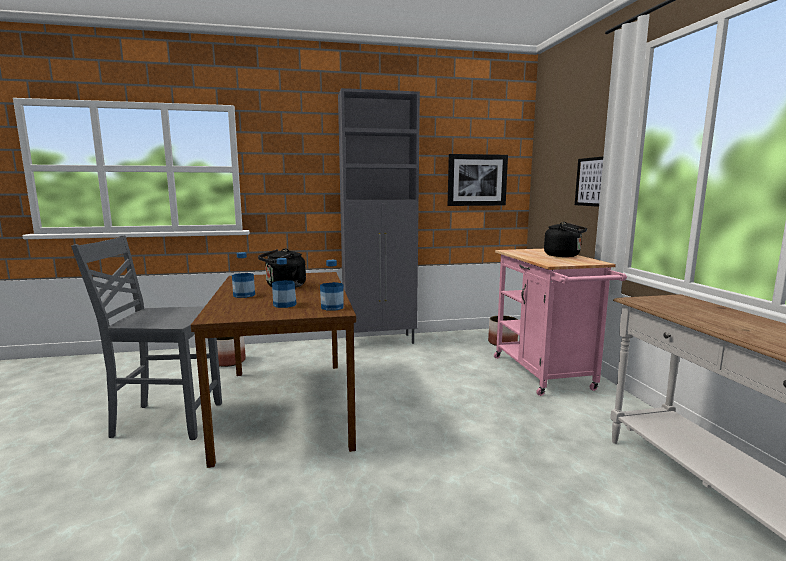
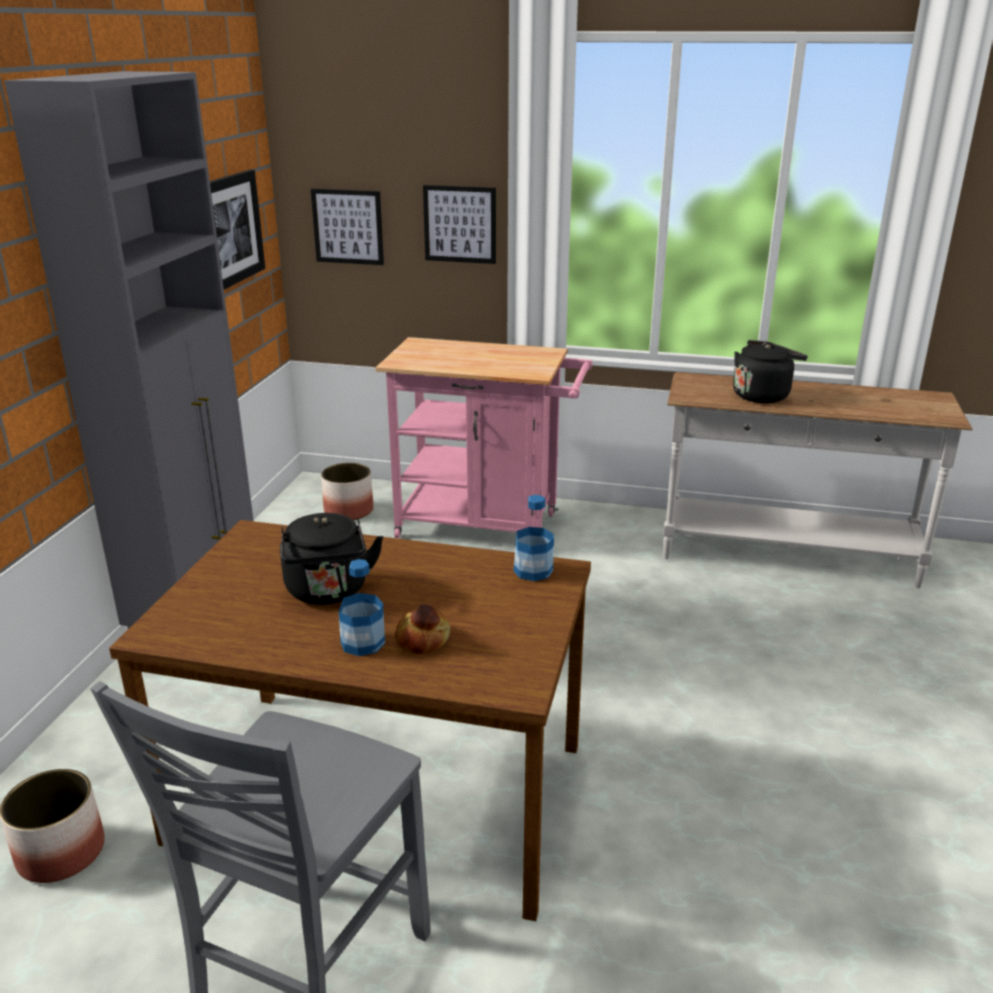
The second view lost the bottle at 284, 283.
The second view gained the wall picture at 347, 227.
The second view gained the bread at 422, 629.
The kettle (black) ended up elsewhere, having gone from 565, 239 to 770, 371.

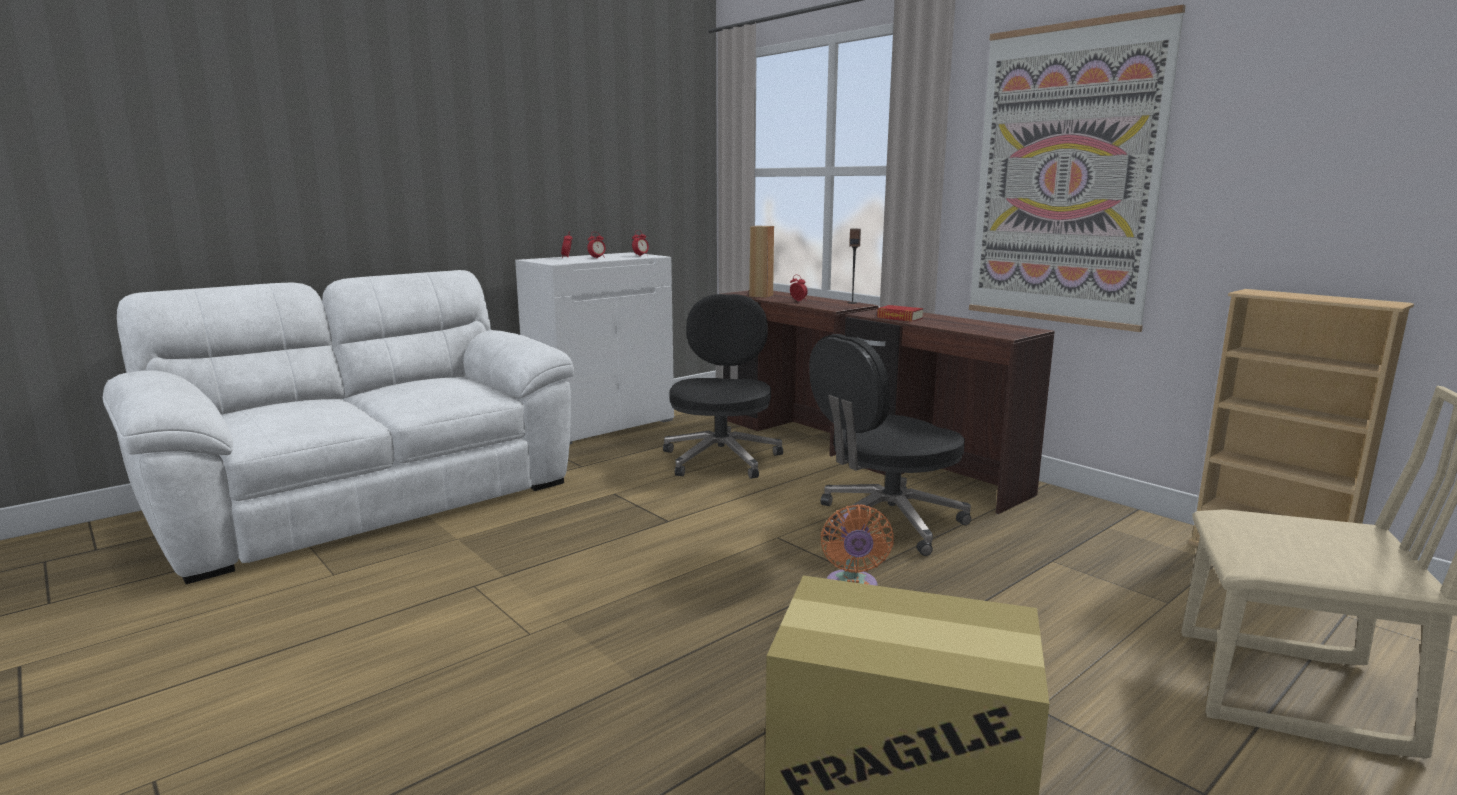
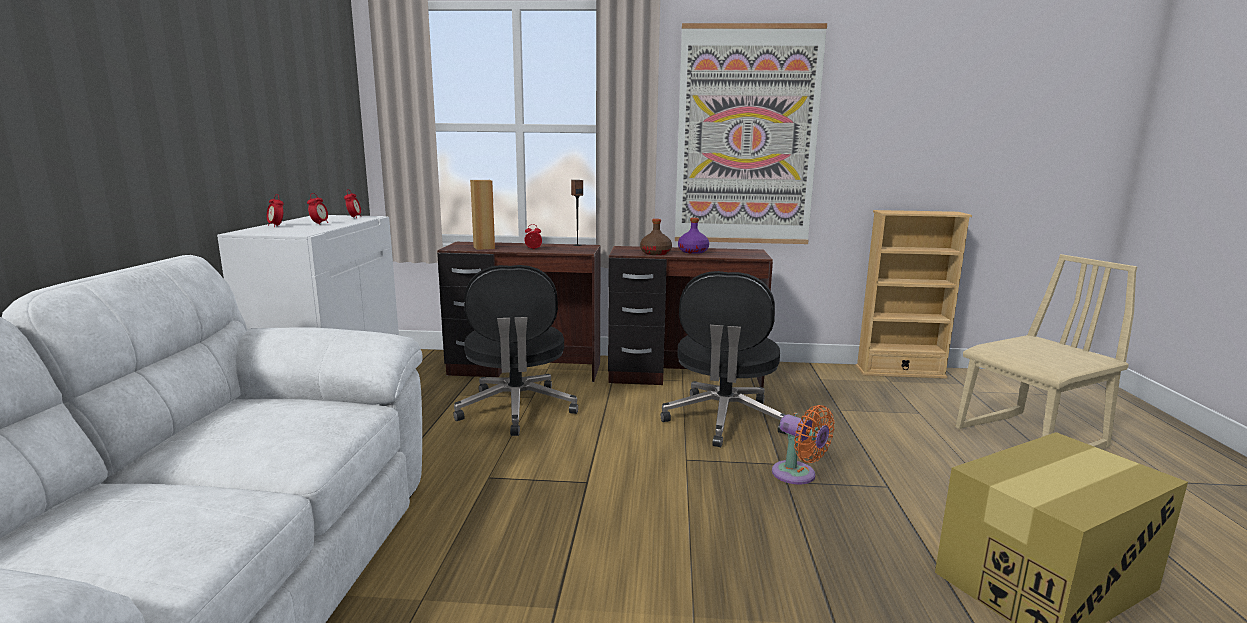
The second view gained the bottle (purplish) at 693, 236.
Where the volume stood at 900, 313, the bottle (brown-coloured) came to stand at 656, 237.
The office chair (black) at 723, 386 ended up facing another way, 150 degrees counterclockwise from before.

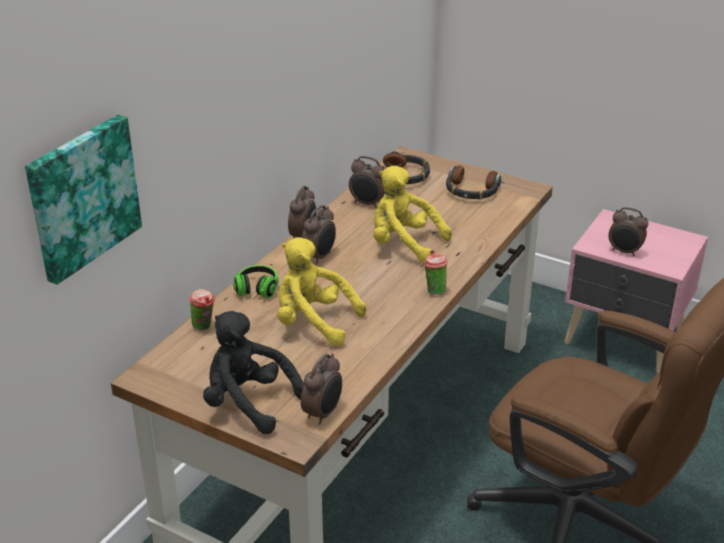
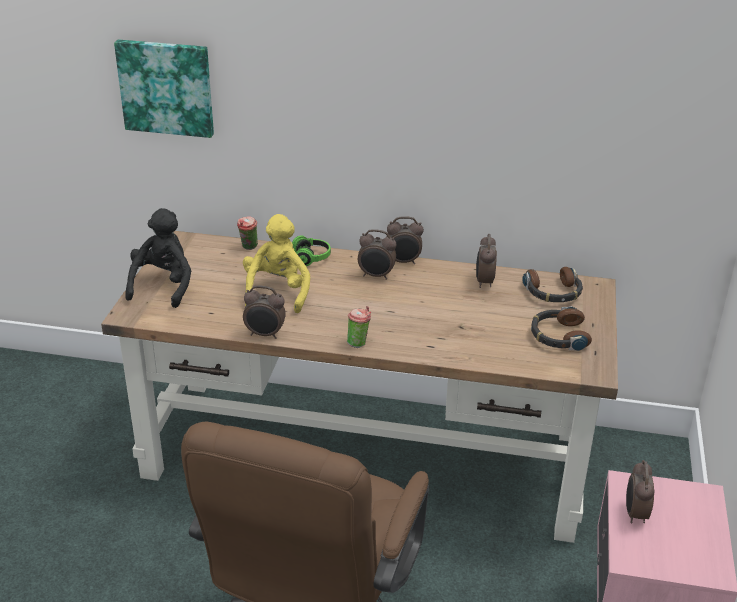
The second view lost the plush toy (yellowish) at 412, 214.
The alarm clock ended up elsewhere, having gone from 321, 389 to 264, 312.

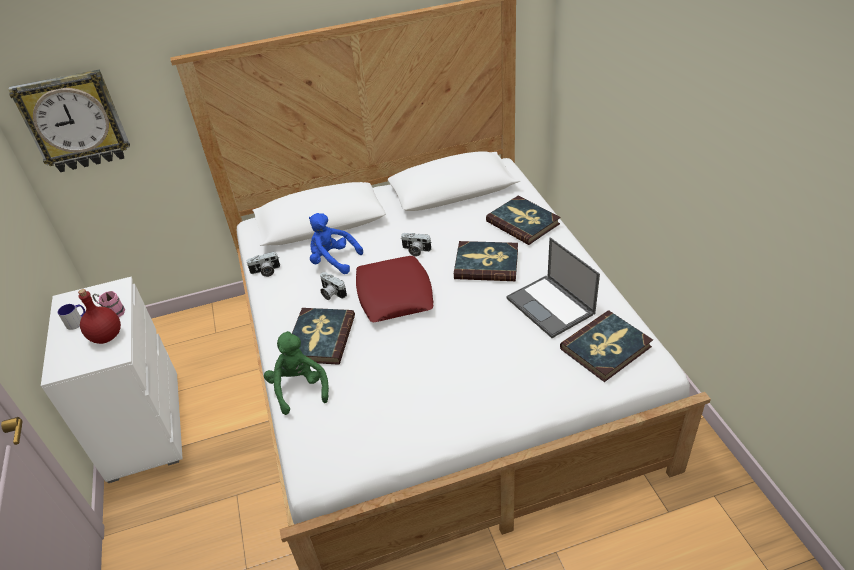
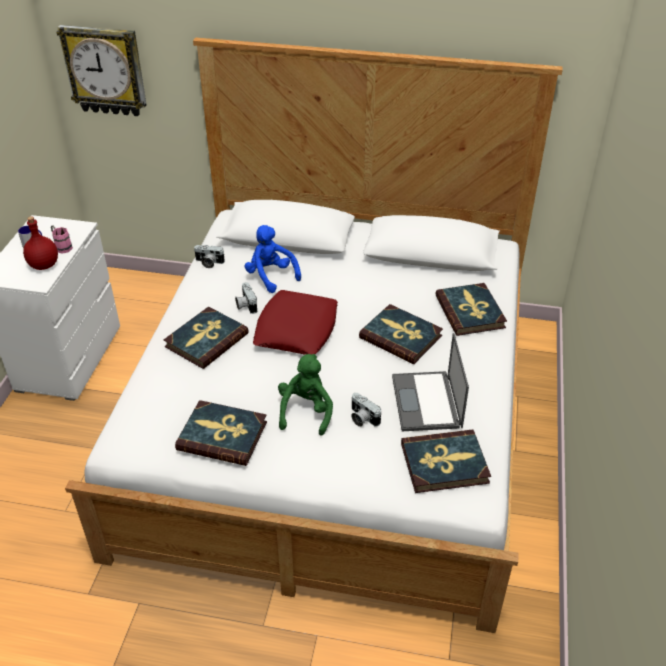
The second view gained the volume at 221, 433.
The plush toy (green) ended up elsewhere, having gone from 296, 373 to 305, 395.
The photo camera ended up elsewhere, having gone from 416, 244 to 366, 410.

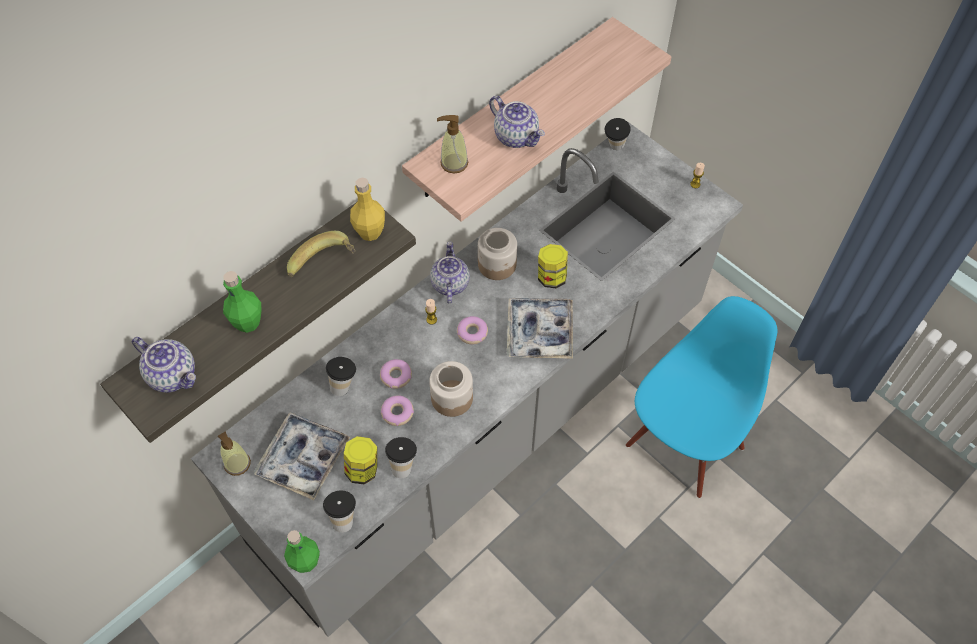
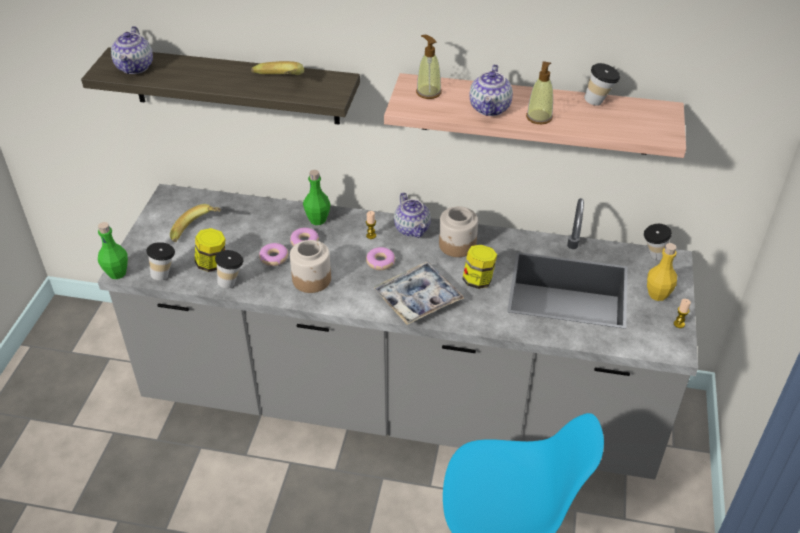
The liquid soap bottle ended up elsewhere, having gone from 234, 454 to 539, 93.
The bottle (green) ended up elsewhere, having gone from 242, 302 to 317, 197.
The cup ended up elsewhere, having gone from 341, 376 to 602, 84.
The bottle (yellowish) ended up elsewhere, having gone from 367, 209 to 662, 272.
Where the serving tray stood at 302, 456, the whole banana came to stand at 195, 223.
The tea pot at 450, 272 ended up facing another way, 105 degrees clockwise from before.

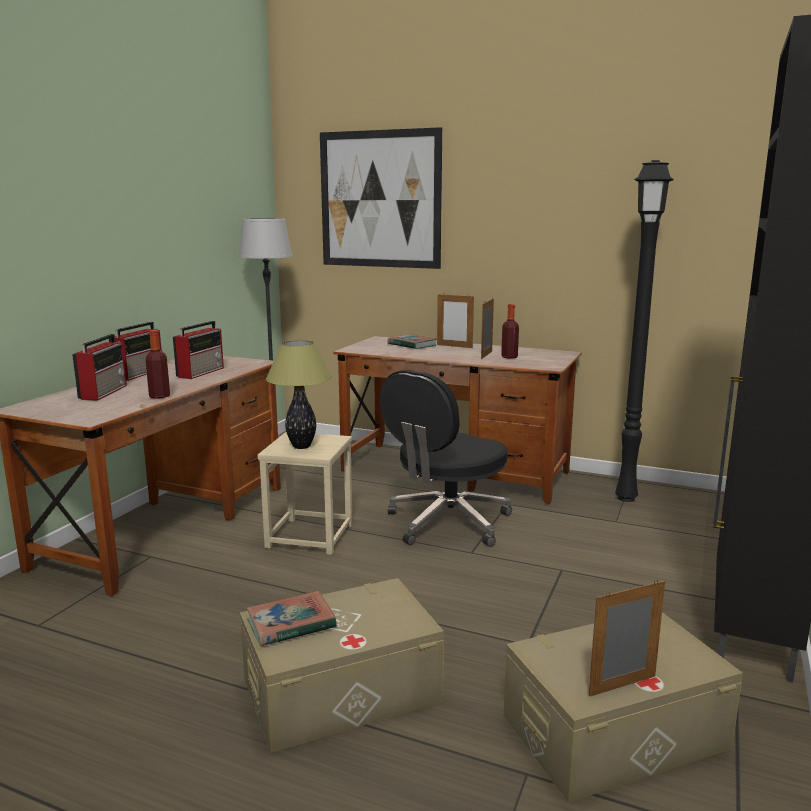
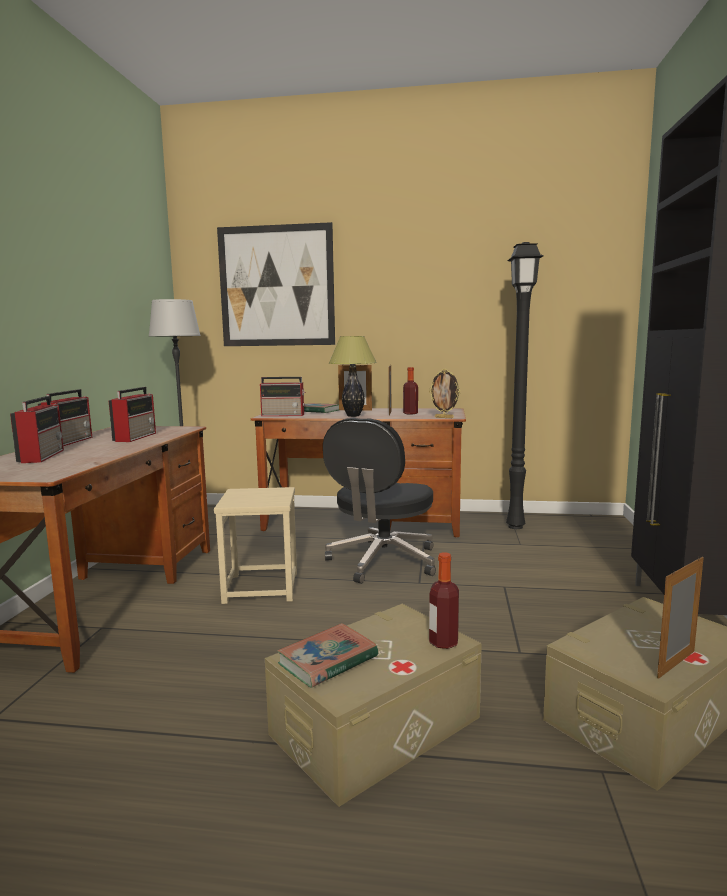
The second view gained the radio at 282, 396.
The second view gained the photo frame at 444, 393.
The bottle ended up elsewhere, having gone from 158, 364 to 444, 600.
The tabletop lamp ended up elsewhere, having gone from 299, 394 to 353, 376.

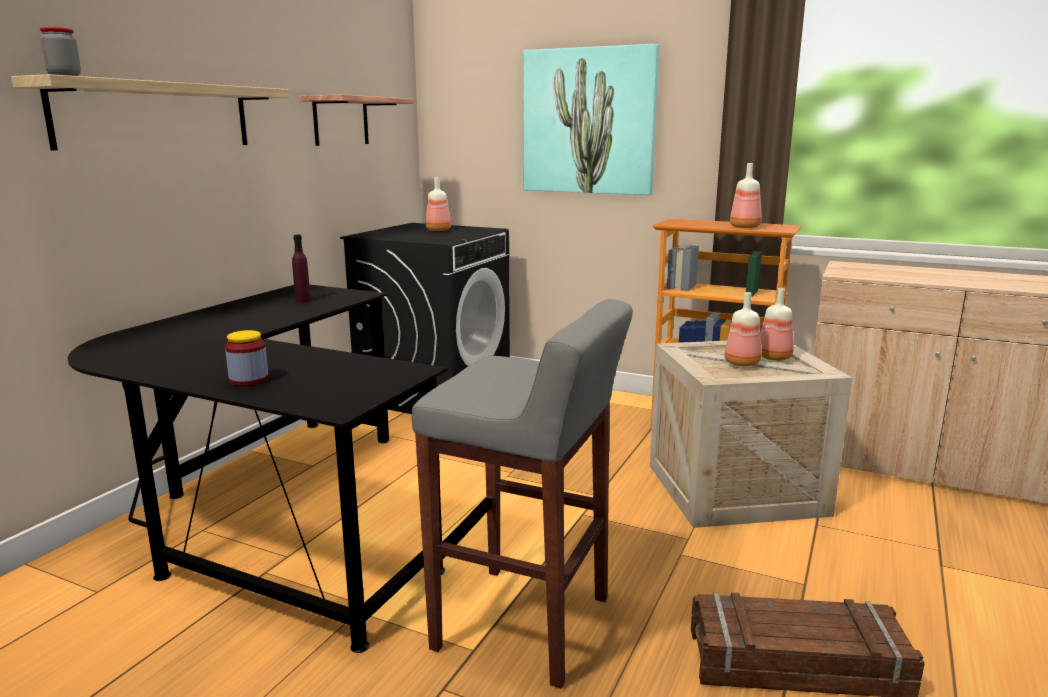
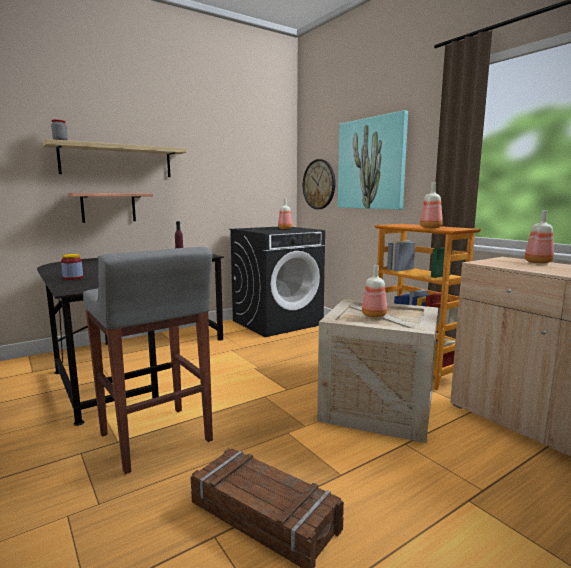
The second view gained the wall clock at 319, 184.
The shelf ended up elsewhere, having gone from 357, 120 to 110, 208.
The bottle ended up elsewhere, having gone from 777, 324 to 539, 236.

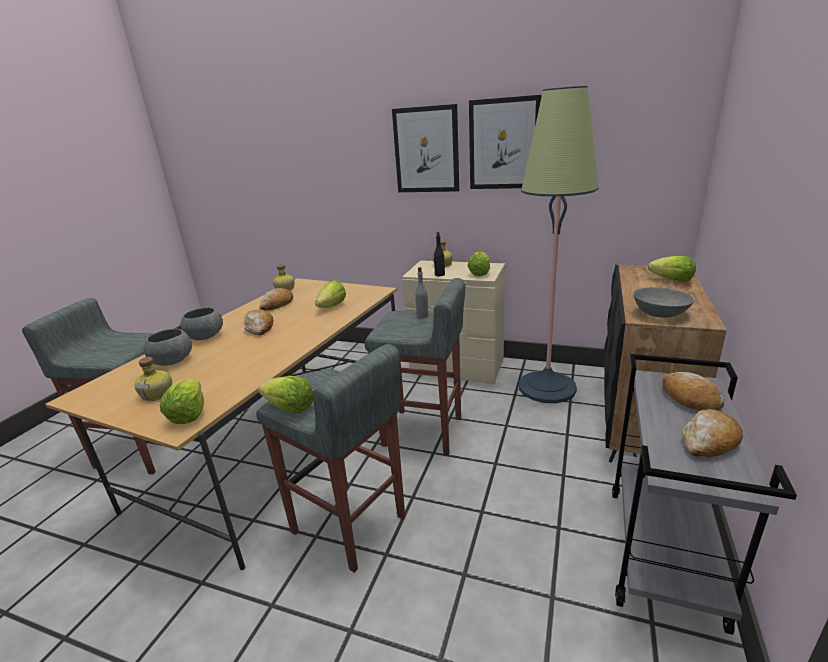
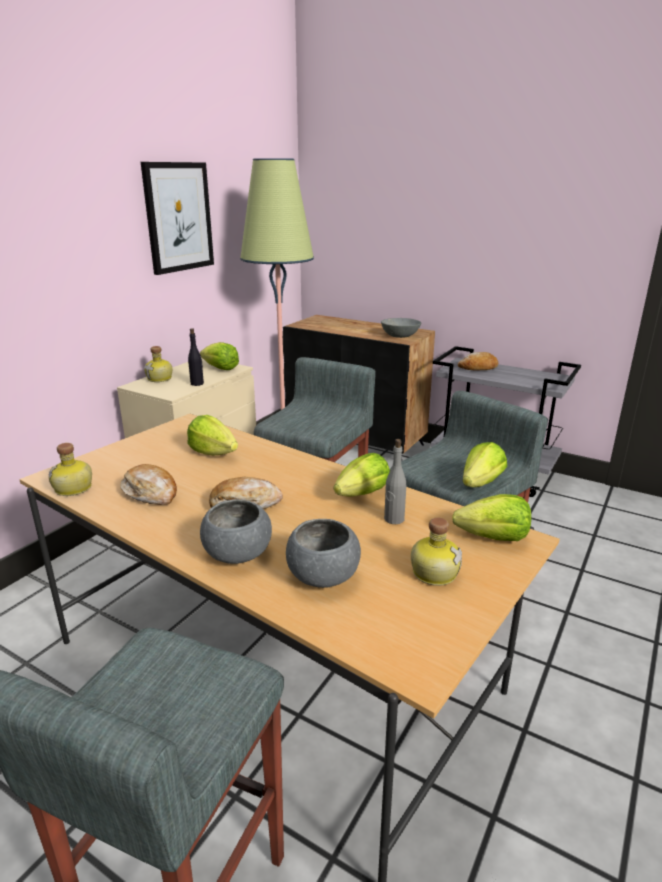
The second view lost the wall picture at 425, 148.
The second view lost the bread at 712, 433.
The bottle (greyish) ended up elsewhere, having gone from 422, 293 to 395, 481.
The head of lettuce ended up elsewhere, having gone from 672, 269 to 362, 474.

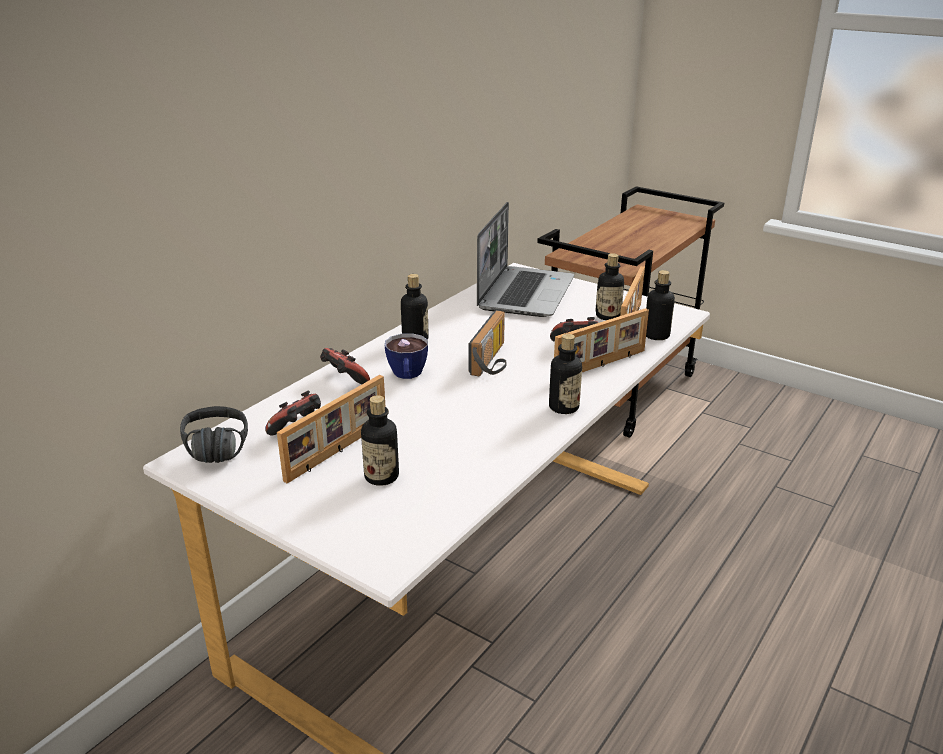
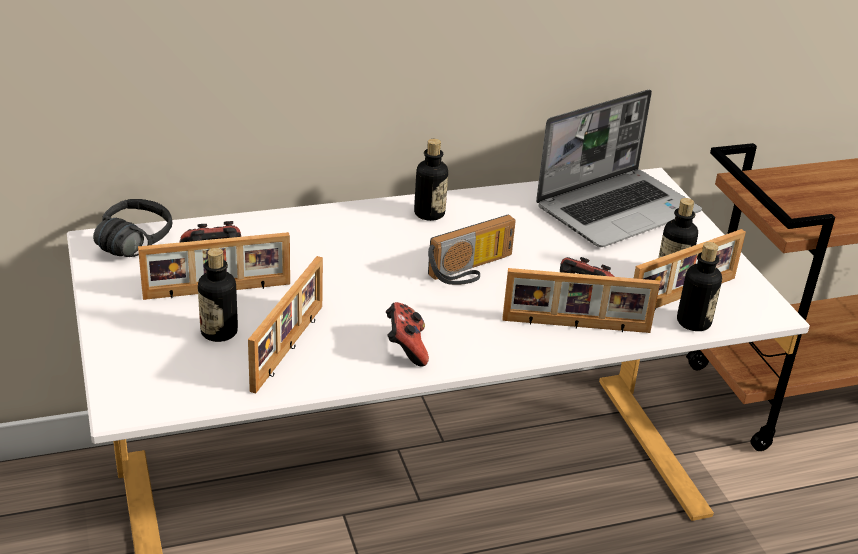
The second view lost the cup at 406, 356.
The second view lost the bottle at 565, 374.
The second view gained the photo frame at 285, 324.
The gamepad ended up elsewhere, having gone from 345, 366 to 407, 334.

